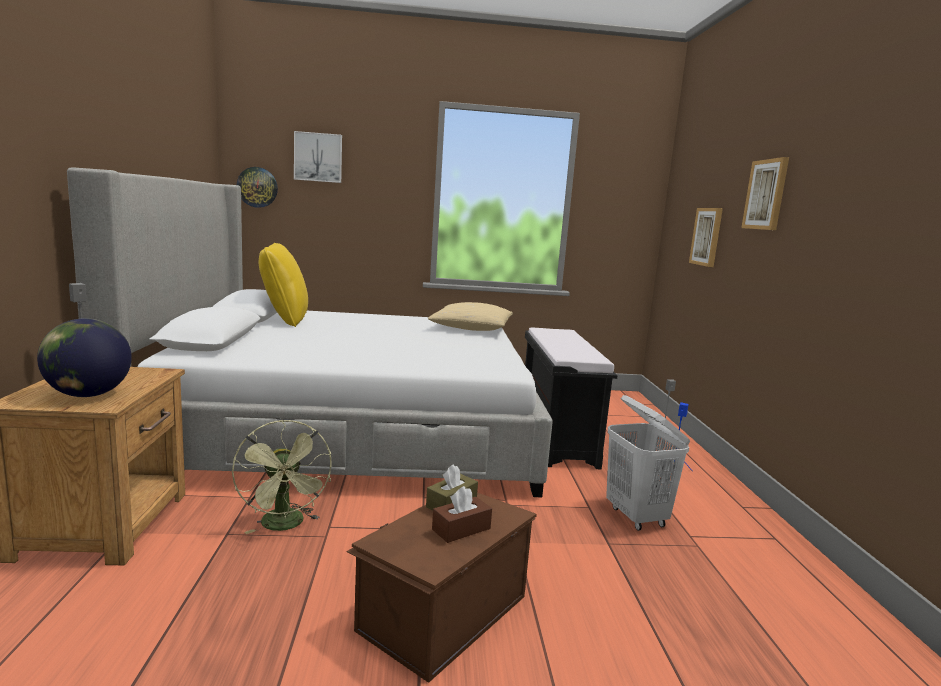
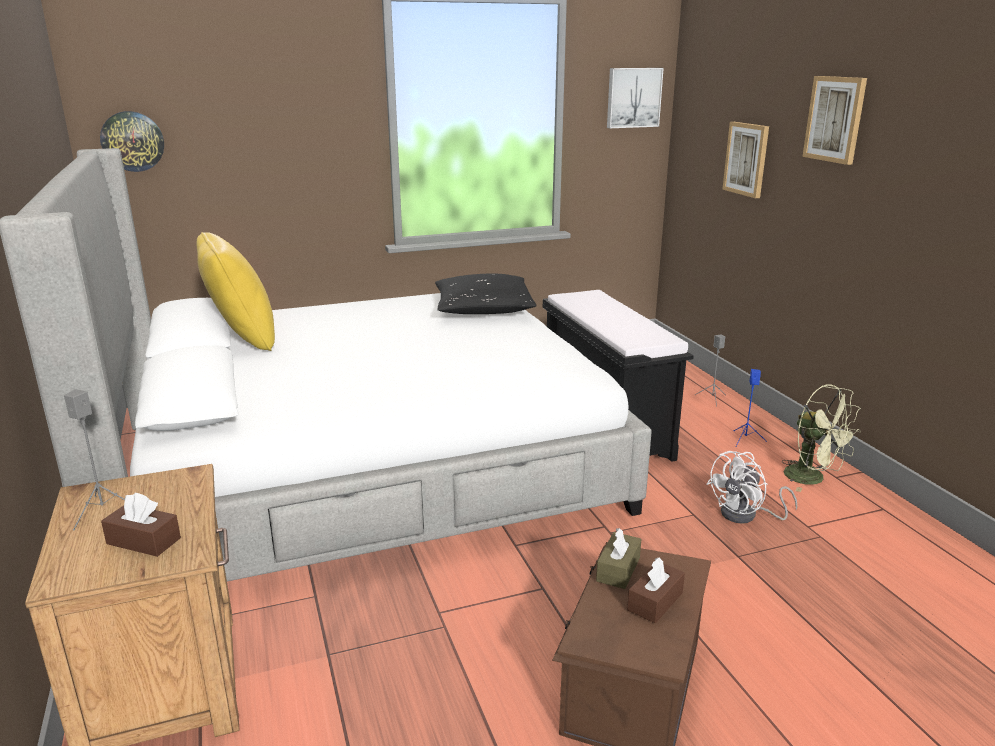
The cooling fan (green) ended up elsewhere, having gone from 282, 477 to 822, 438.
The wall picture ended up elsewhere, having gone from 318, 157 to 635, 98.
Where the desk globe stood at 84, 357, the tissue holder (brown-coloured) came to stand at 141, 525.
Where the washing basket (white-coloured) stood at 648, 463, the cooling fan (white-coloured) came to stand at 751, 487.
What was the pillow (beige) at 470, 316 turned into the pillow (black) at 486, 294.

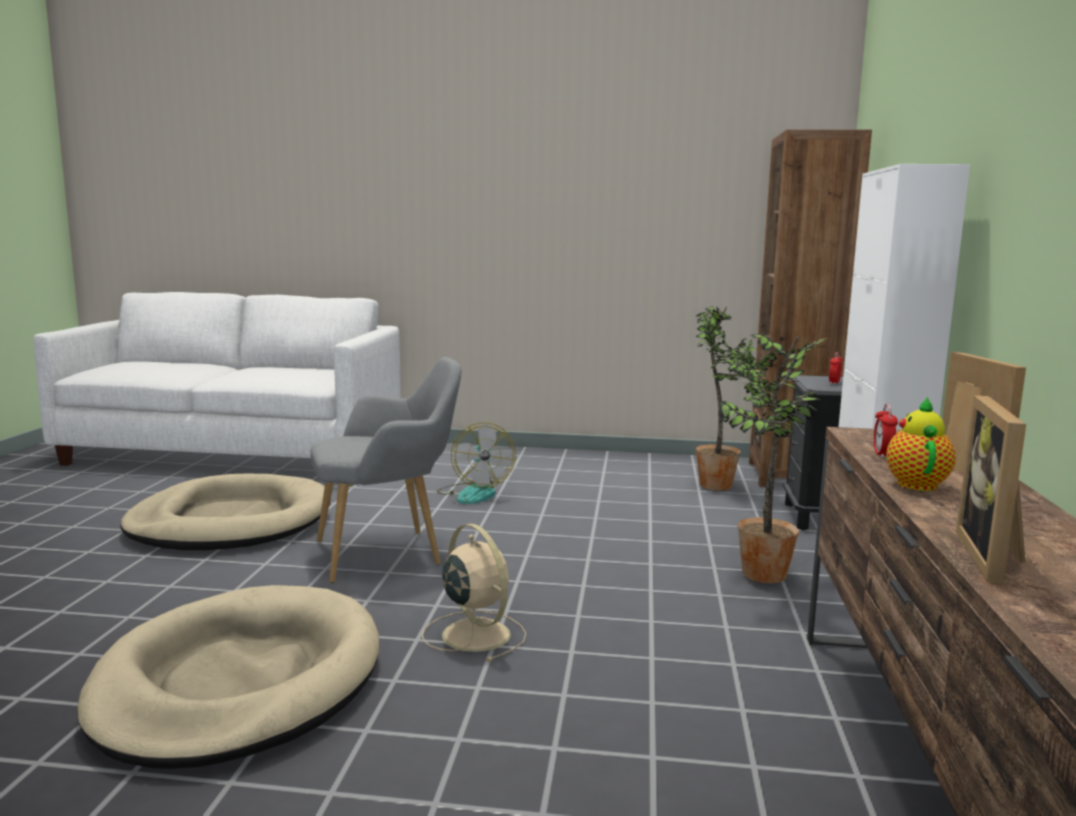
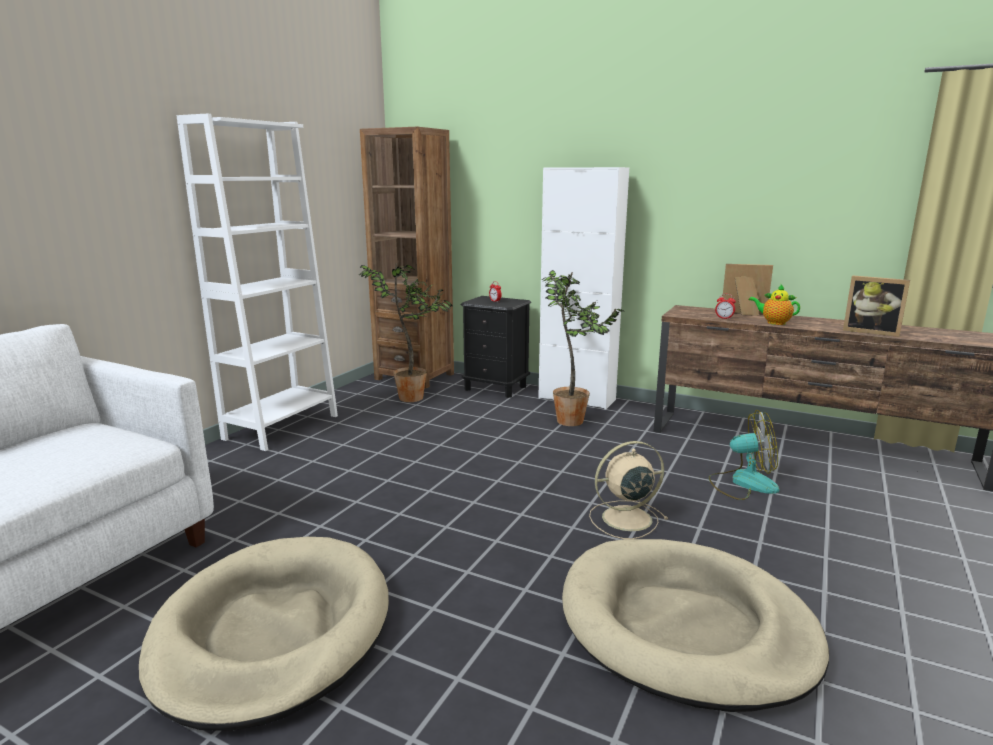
The second view lost the lounge chair (greyish) at 386, 470.
The second view gained the bookshelf (white-coloured) at 257, 282.
The cooling fan ended up elsewhere, having gone from 476, 463 to 744, 455.

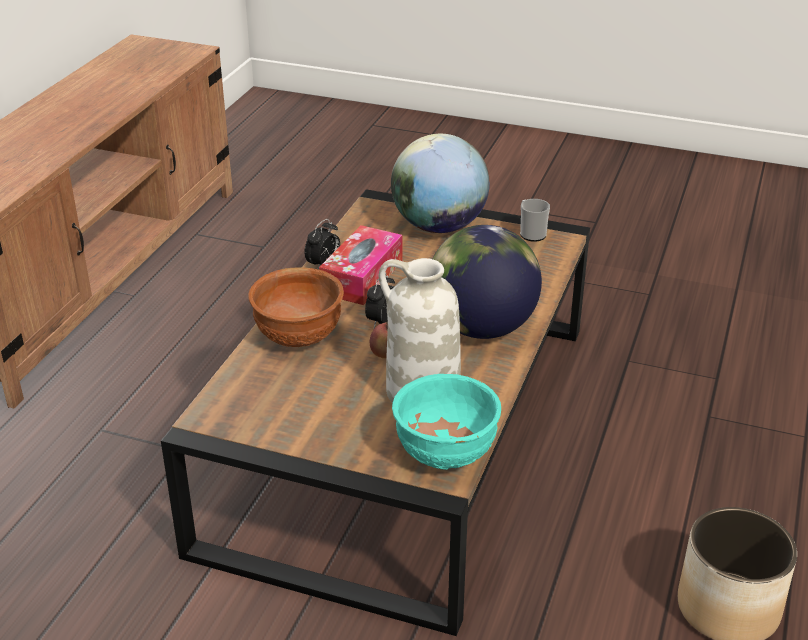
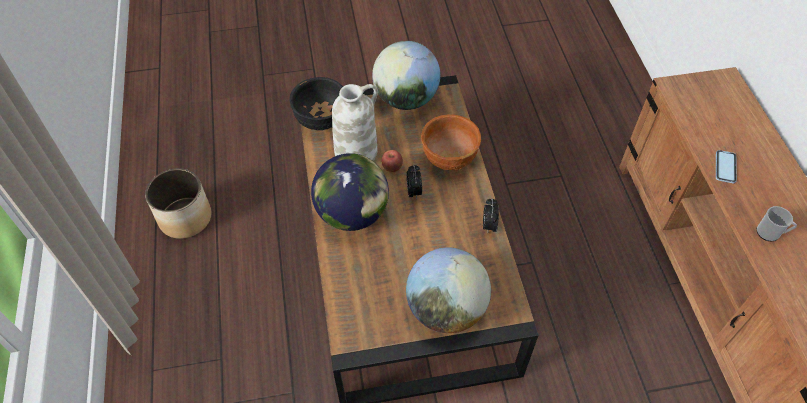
The second view lost the tissue holder at 360, 265.
The second view gained the desk globe at 406, 75.
The second view gained the telephone at 726, 166.
The mug ended up elsewhere, having gone from 535, 220 to 777, 223.
What was the deep dish (blue-green) at 446, 421 turned into the deep dish (black) at 316, 103.

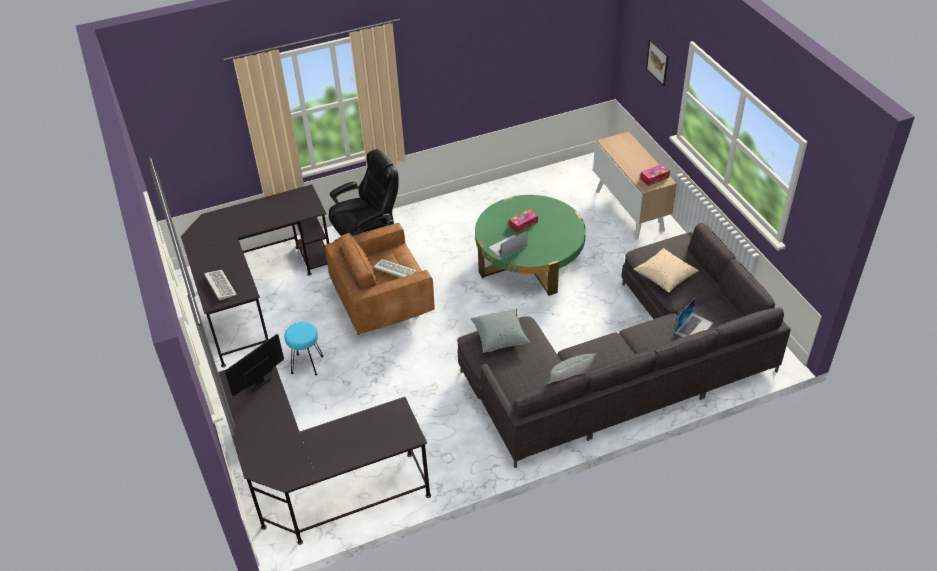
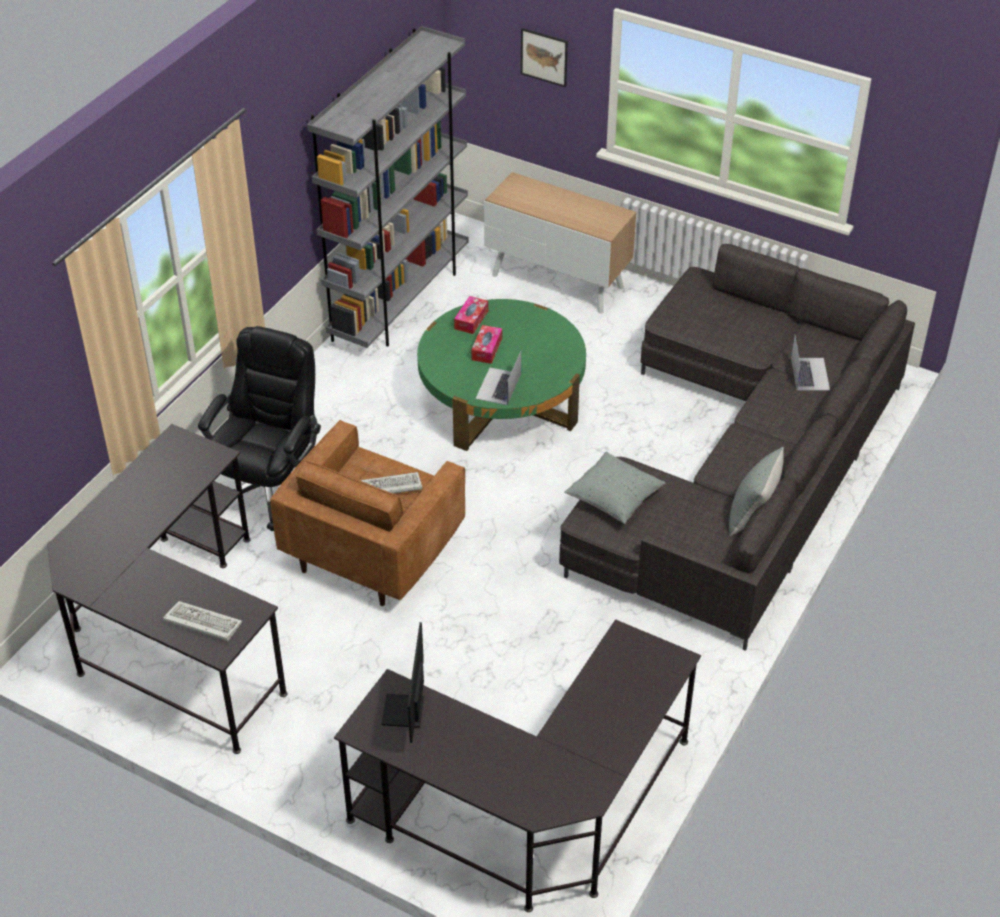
The second view lost the stool seat (blue-green) at 303, 349.
The second view lost the pillow (beige) at 666, 270.
The second view gained the bookshelf (greyish) at 387, 187.
The tissue holder ended up elsewhere, having gone from 655, 175 to 471, 315.

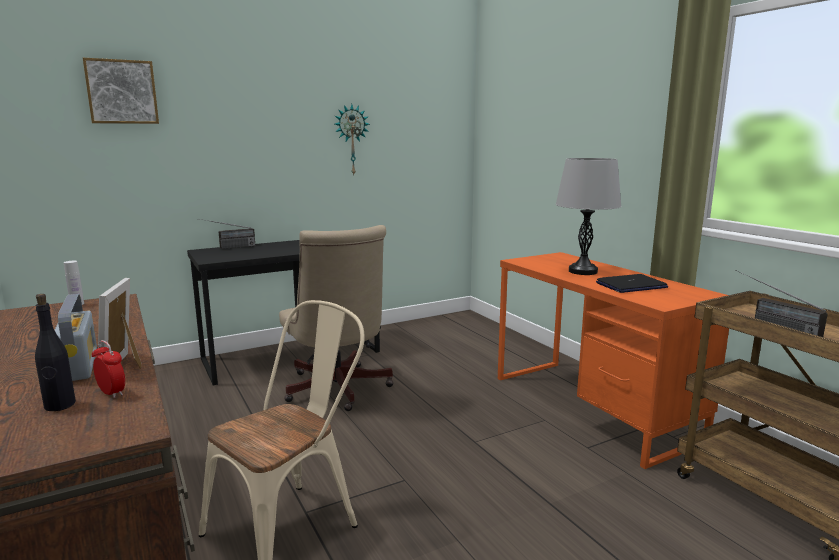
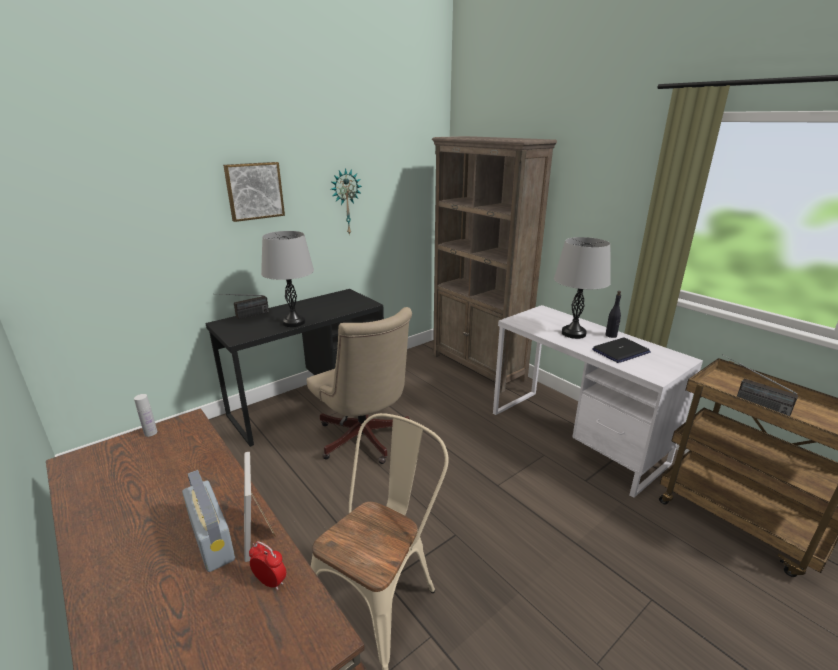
The second view gained the tabletop lamp (greyish) at 287, 279.
The second view gained the bookshelf (brown-coloured) at 494, 264.
The bottle (black) ended up elsewhere, having gone from 55, 352 to 613, 314.
The wall picture ended up elsewhere, having gone from 121, 91 to 254, 192.
What was the desk unit (orange-coloured) at 613, 360 turned into the desk unit (white-coloured) at 598, 401.

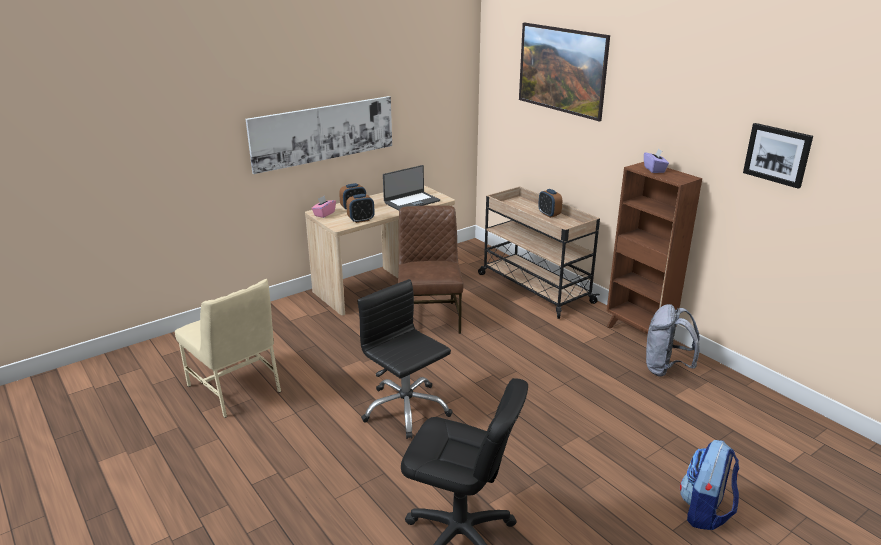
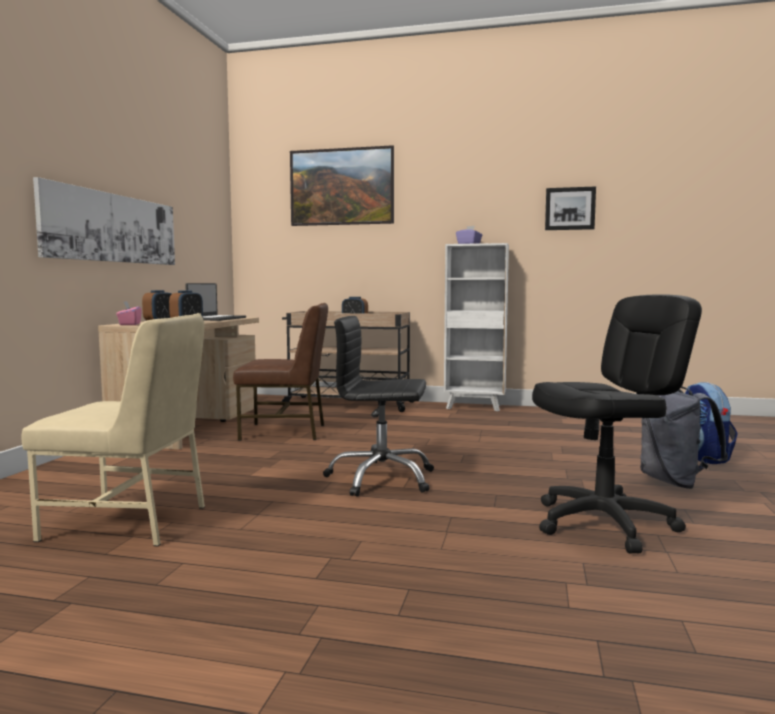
The rucksack (greyish) ended up elsewhere, having gone from 673, 340 to 684, 437.
What was the bookshelf (brown-coloured) at 654, 248 turned into the bookshelf (white-coloured) at 476, 327.
The plain chair (brown-coloured) at 431, 269 ended up facing another way, 135 degrees clockwise from before.

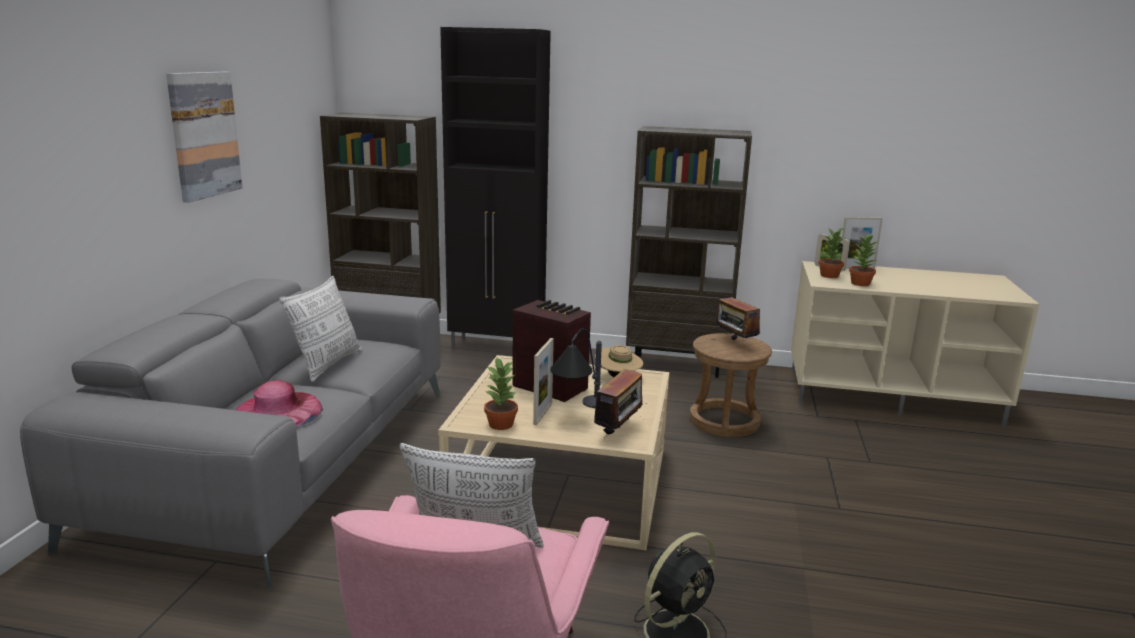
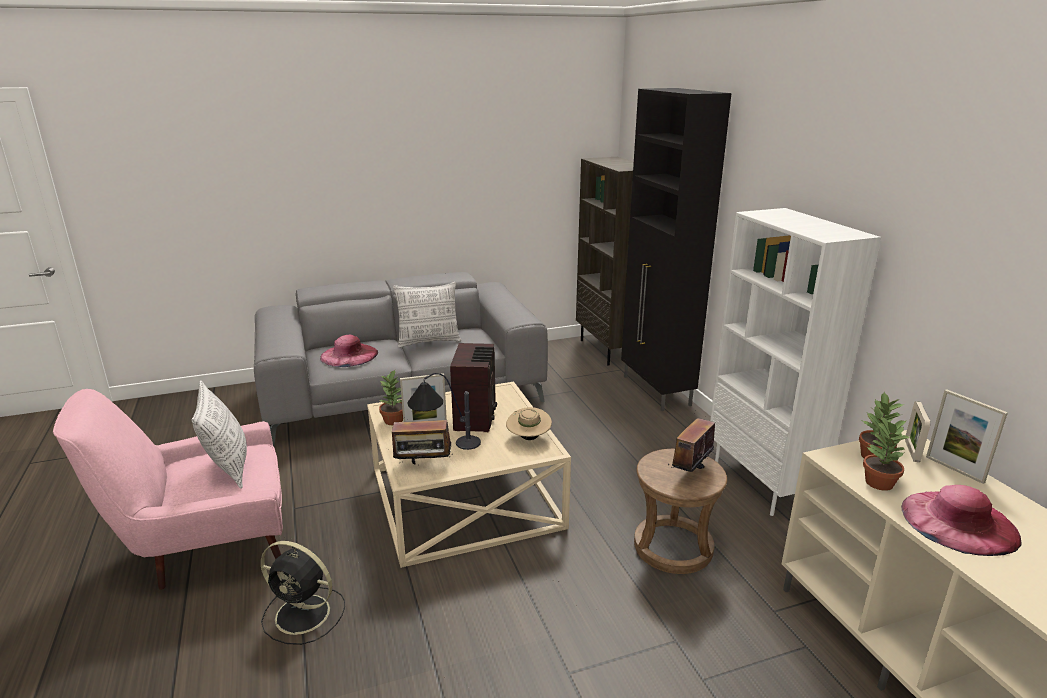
The second view lost the wall picture at 204, 137.
The second view gained the hat (pinkish) at 961, 520.
What was the bookshelf (brown-coloured) at 689, 252 turned into the bookshelf (white-coloured) at 795, 362.

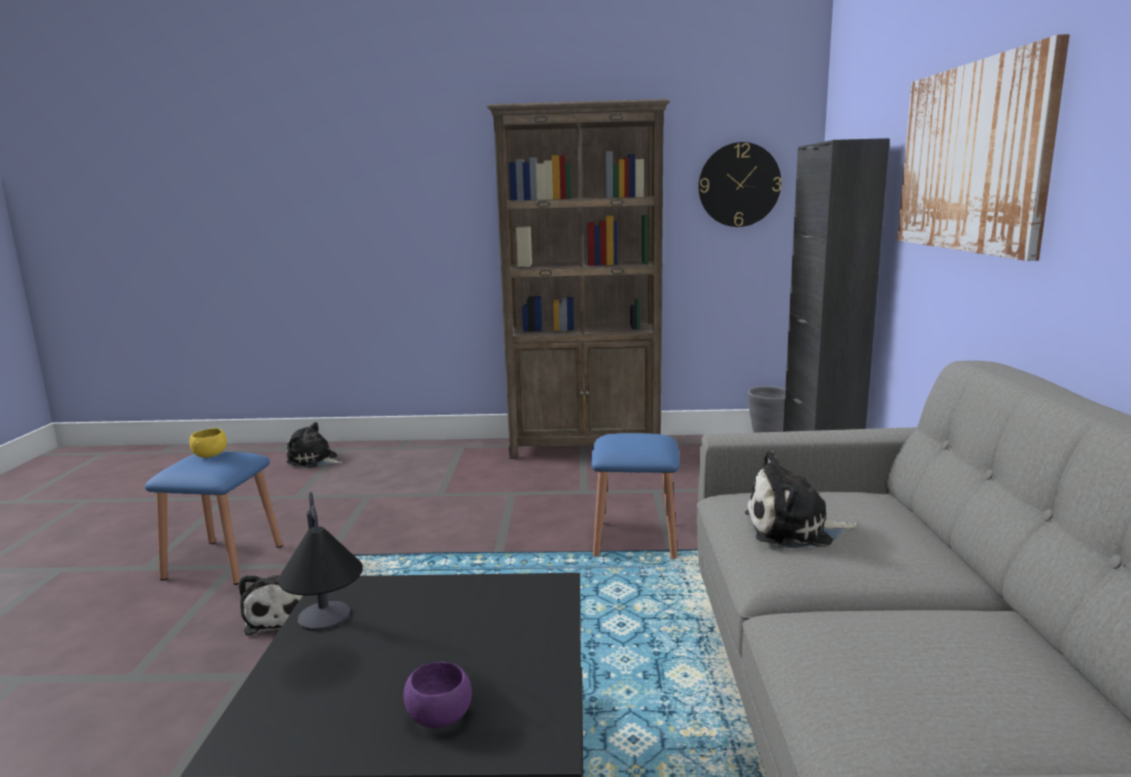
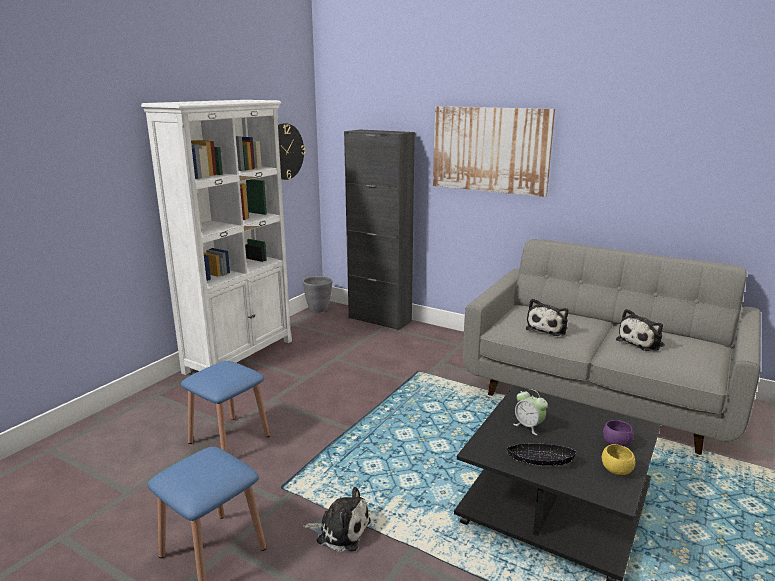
The second view gained the alarm clock at 530, 412.
The deep dish (yellowish) ended up elsewhere, having gone from 208, 443 to 618, 459.
The plush toy ended up elsewhere, having gone from 314, 445 to 640, 330.
The stool seat (blue-coloured) ended up elsewhere, having gone from 635, 496 to 225, 406.
Where the tabletop lamp stood at 320, 561, the deep dish (black) came to stand at 541, 454.
What was the bookshelf (brown-coloured) at 578, 279 turned into the bookshelf (white-coloured) at 216, 237.

